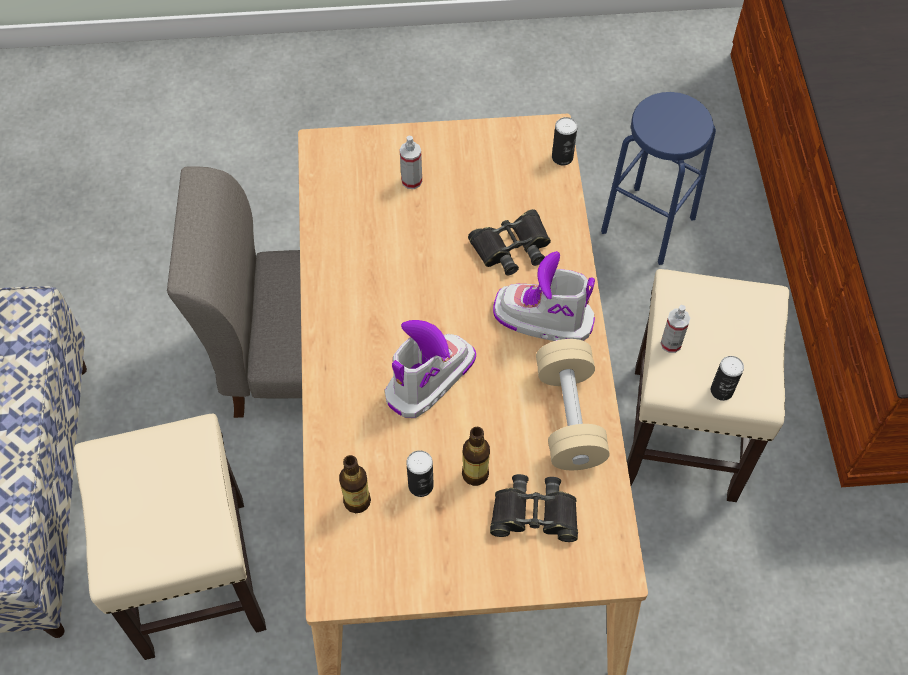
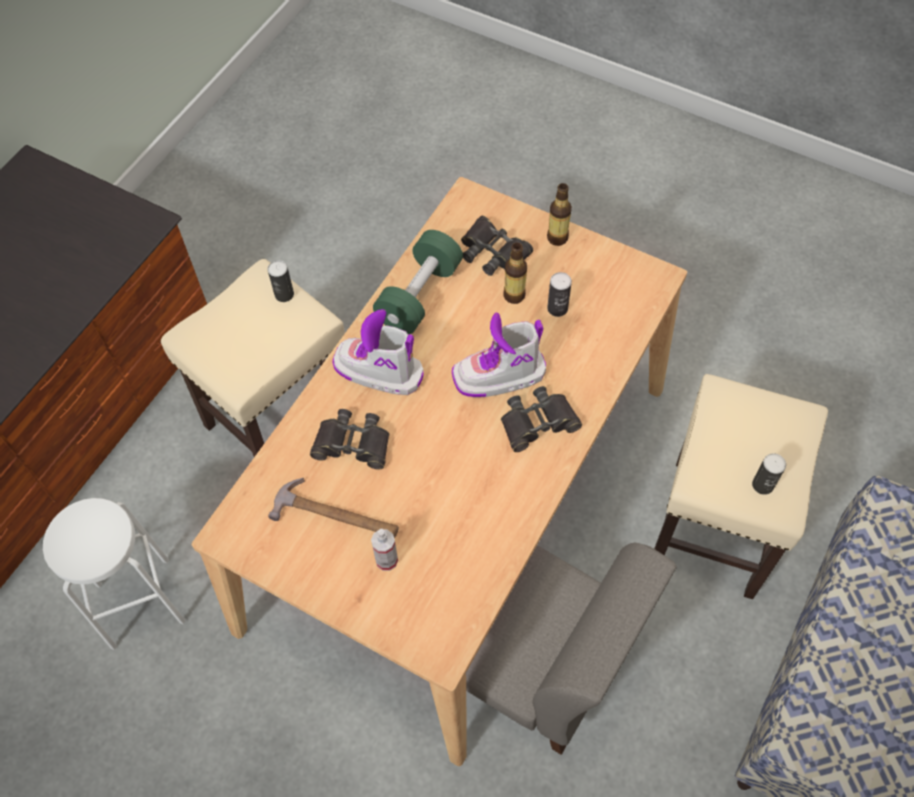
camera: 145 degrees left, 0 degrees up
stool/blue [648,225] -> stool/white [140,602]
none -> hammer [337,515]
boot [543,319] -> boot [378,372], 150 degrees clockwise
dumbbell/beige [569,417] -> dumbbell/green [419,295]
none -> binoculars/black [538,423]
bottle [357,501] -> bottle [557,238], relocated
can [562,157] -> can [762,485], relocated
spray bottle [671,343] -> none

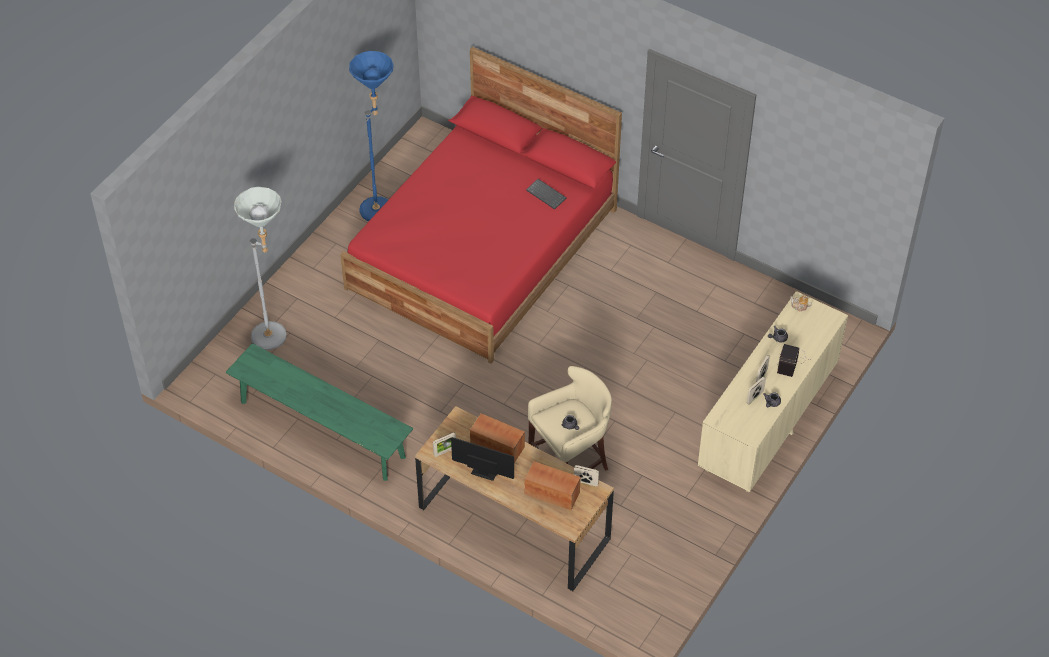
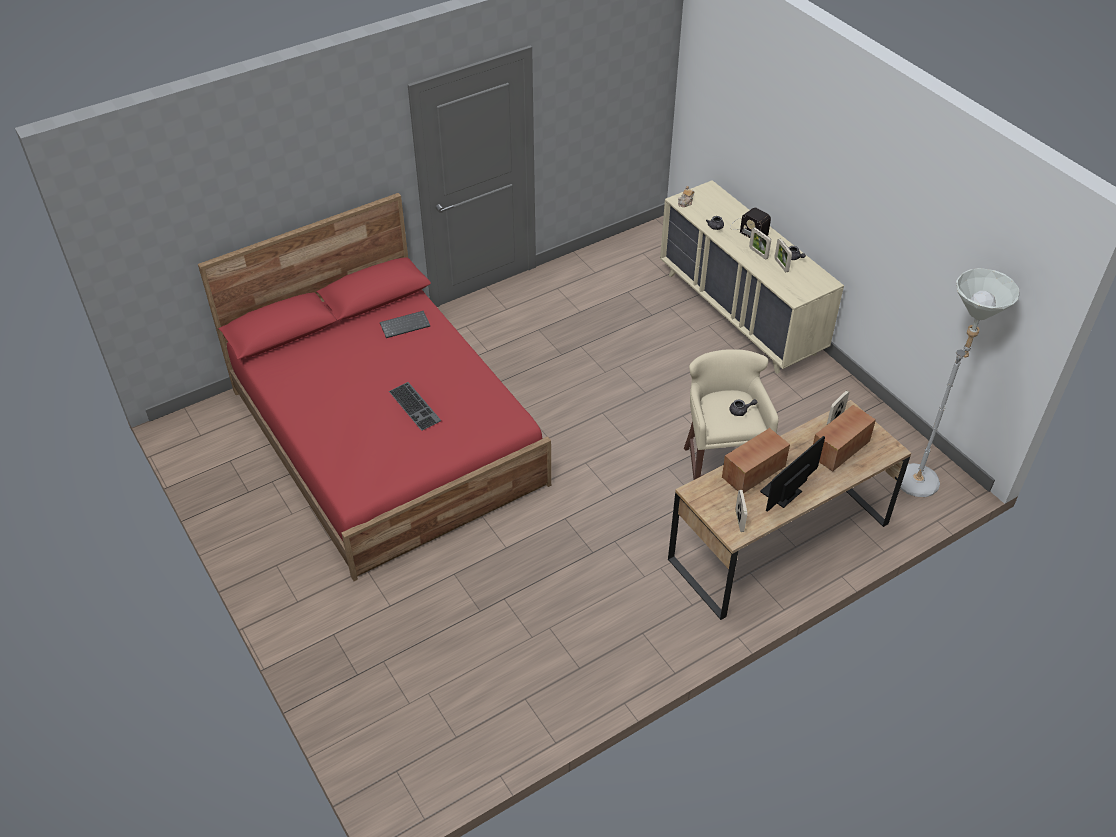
camera: 65 degrees left, 5 degrees down
none -> keyboard [416,406]
floor lamp/grey [276,338] -> floor lamp/grey [922,476], relocated
bench/green [322,429] -> none
floor lamp/blue [381,205] -> none

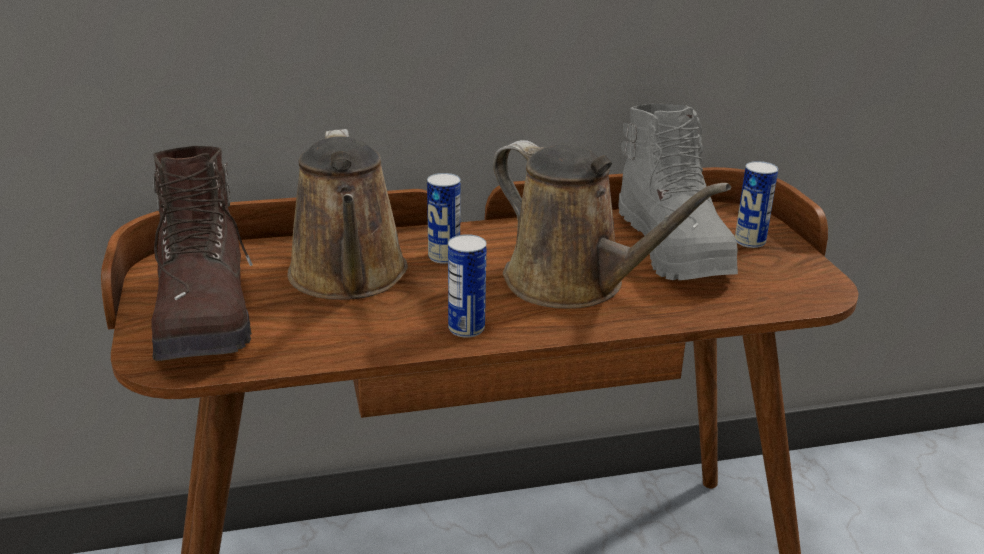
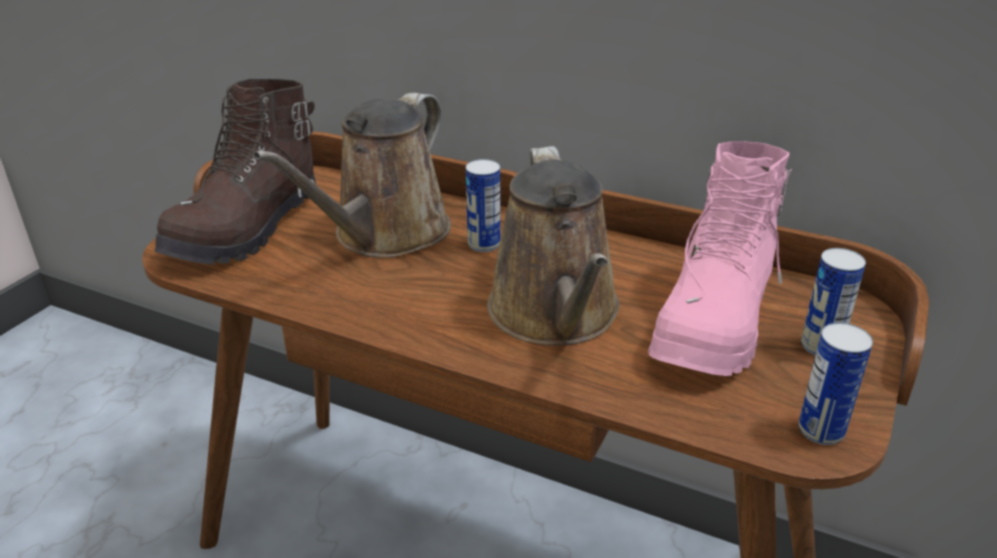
camera: 40 degrees right, 5 degrees up
boot/grey [674,249] -> boot/pink [715,320]
can [466,329] -> can [821,430], relocated

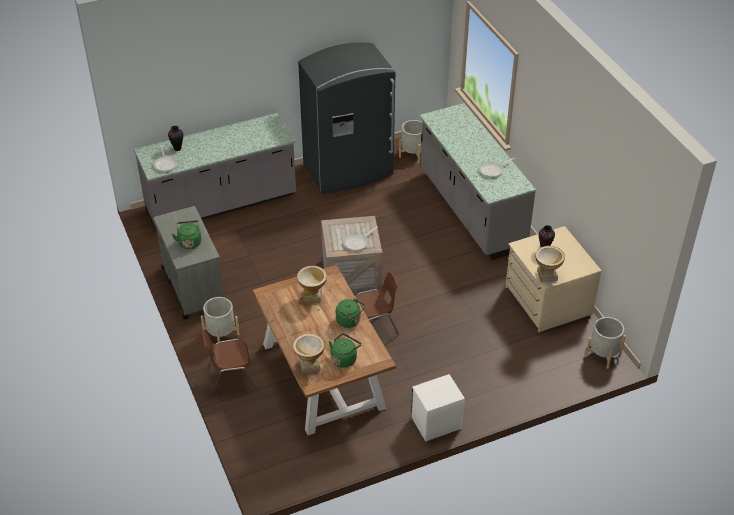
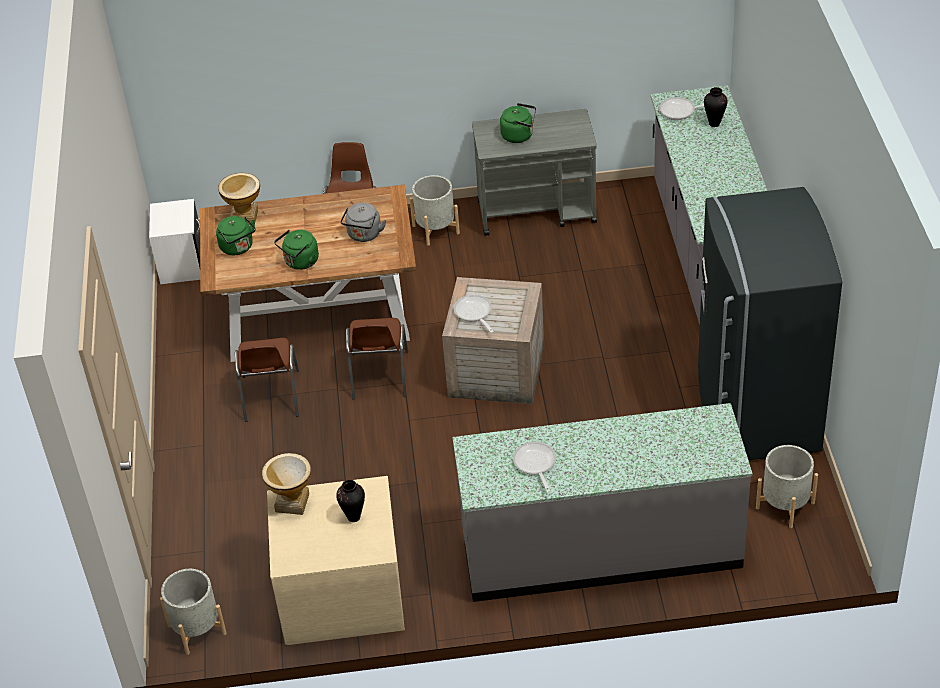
camera: 110 degrees right, 0 degrees up
nightstand/white [436,422] -> nightstand/white [182,264], relocated
none -> chair/brown [270,397]
vase [312,296] -> kettle/grey [364,235]

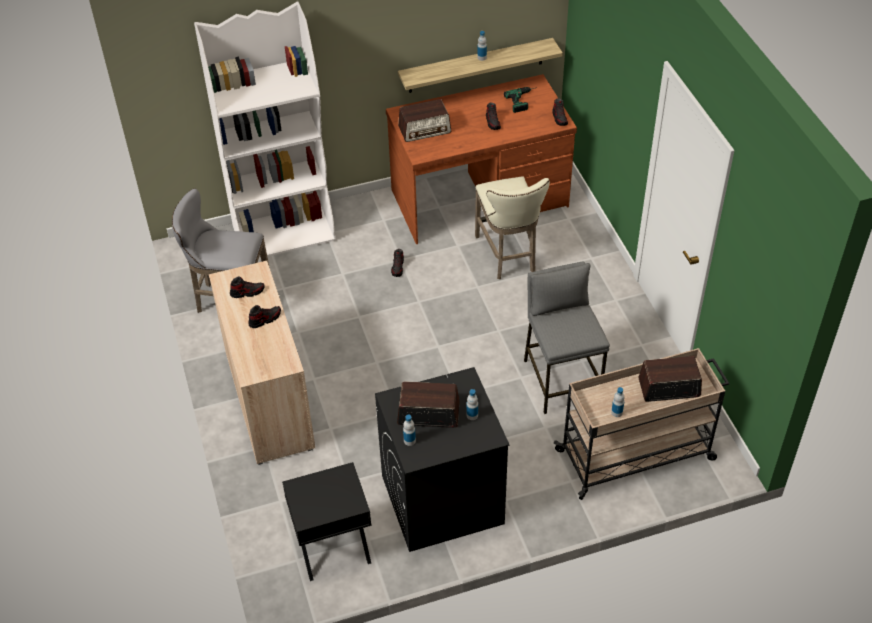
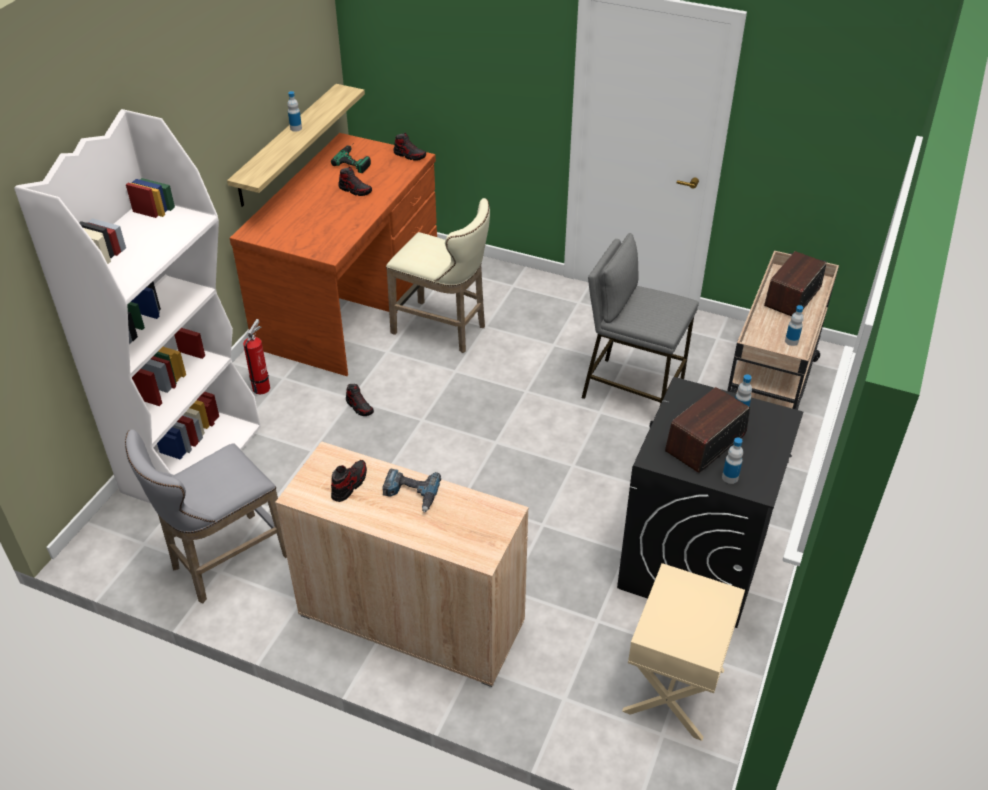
camera: 50 degrees left, 5 degrees down
none -> fire extinguisher [262,386]
shoe [265,319] -> power drill [411,494]
nightstand/black [333,548] -> nightstand/beige [675,690]
radio [425,130] -> none

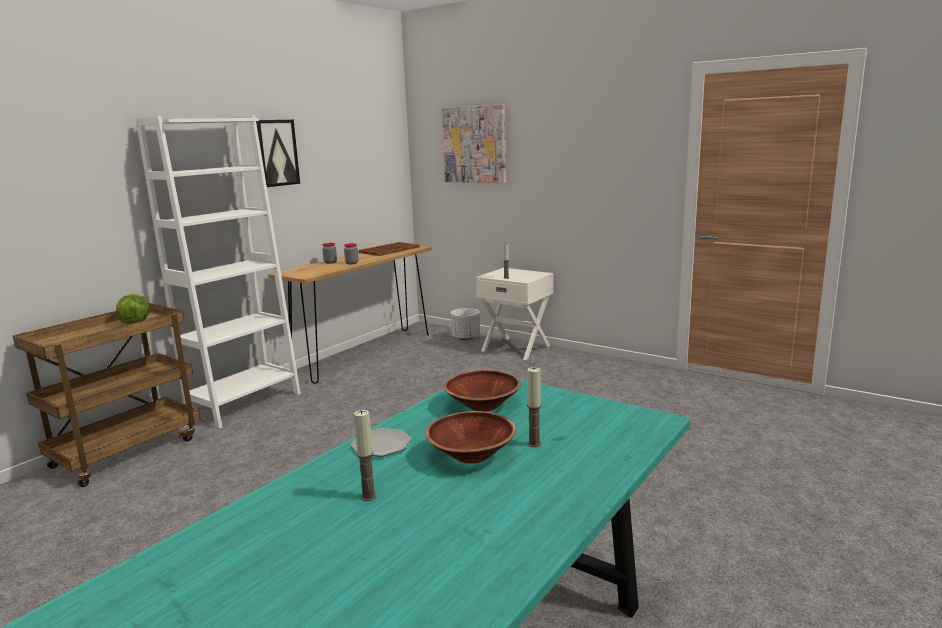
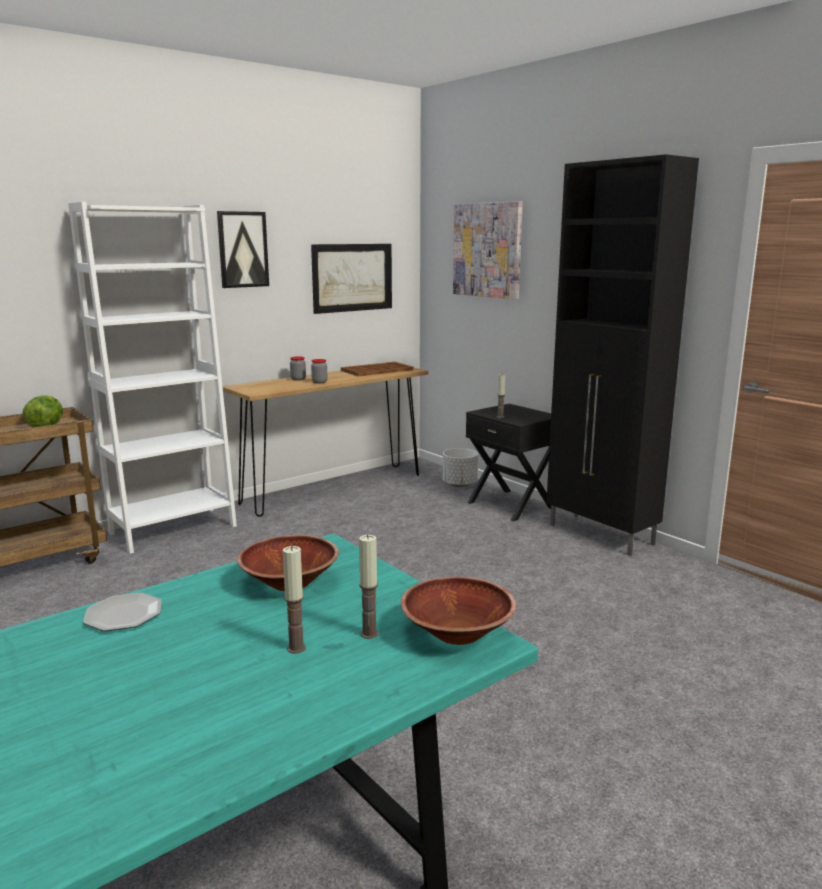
camera: 15 degrees right, 0 degrees up
none -> picture [352,277]
candle [368,496] -> candle [369,634], relocated
bowl/brown [472,455] -> bowl/brown [457,633], relocated
nightstand/white [516,348] -> nightstand/black [511,504]
none -> cabinet/black [601,535]

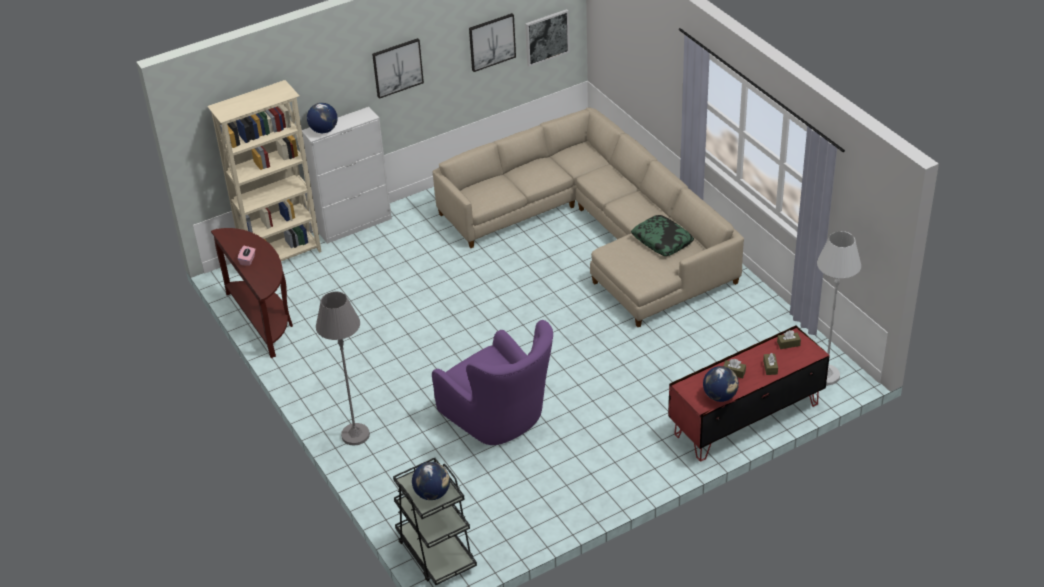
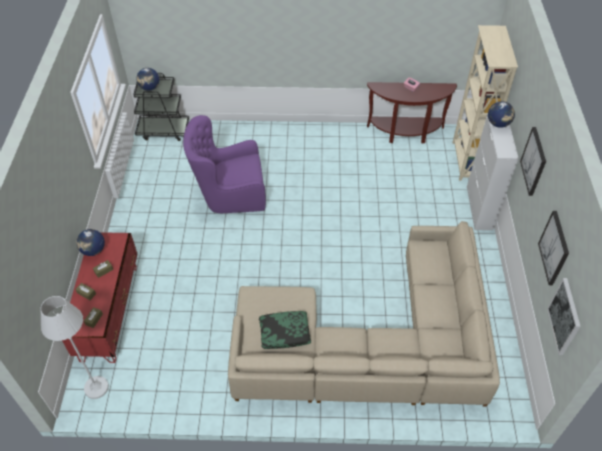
camera: 120 degrees right, 10 degrees up
floor lamp/grey [355,435] -> none

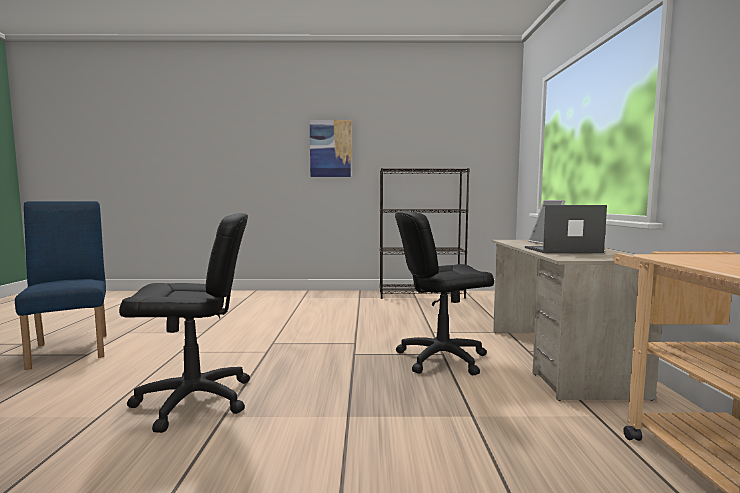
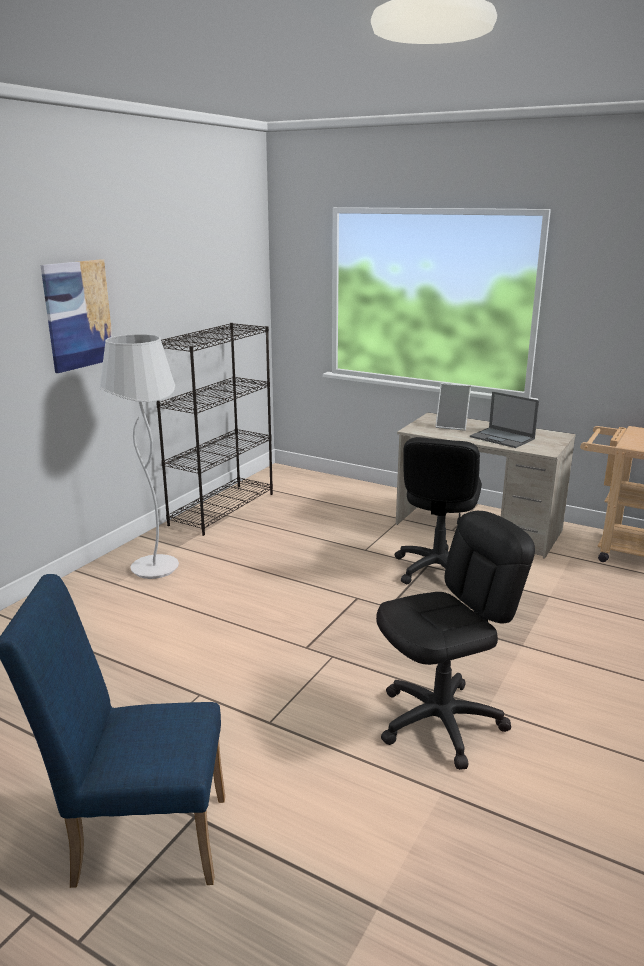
camera: 60 degrees left, 15 degrees up
none -> floor lamp/white [154,569]
office chair/black [194,400] -> office chair/black [441,722], 45 degrees clockwise
laptop [561,250] -> laptop [503,438], 75 degrees counterclockwise

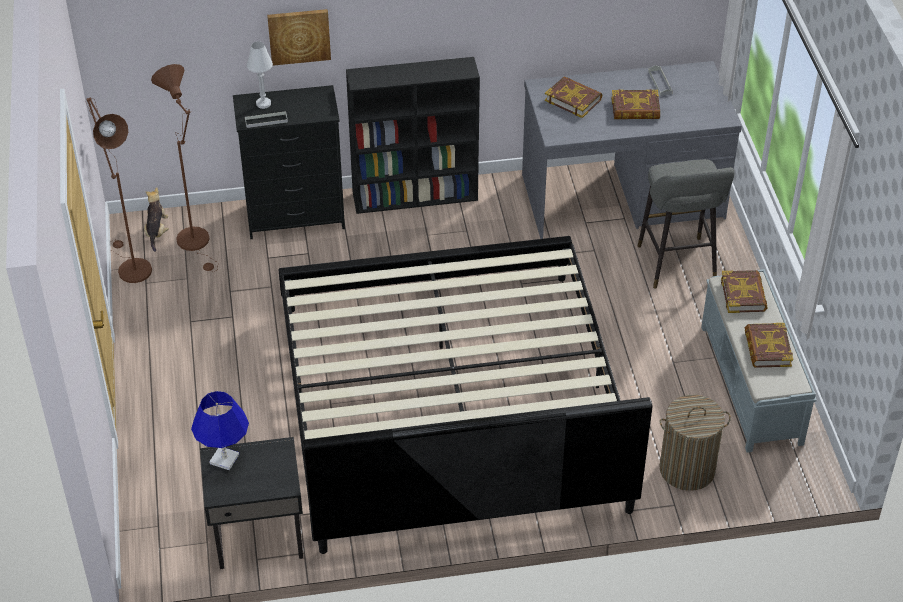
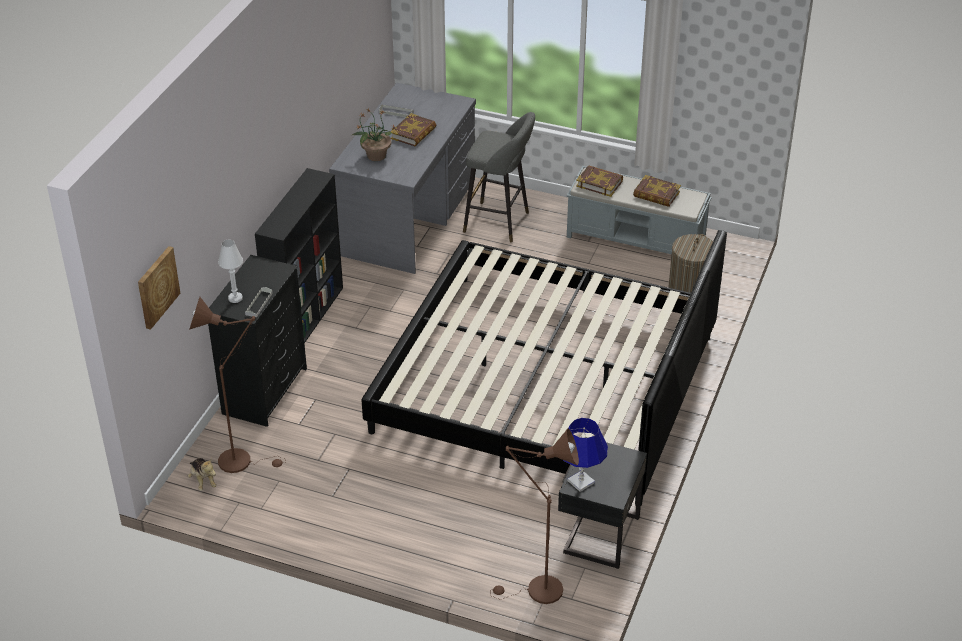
camera: 60 degrees left, 5 degrees down
picture [299,36] -> picture [157,287], relocated
plush toy [157,232] -> plush toy [203,480], 150 degrees counterclockwise
book [573,100] -> potted plant [375,155]
floor lamp/brown [131,267] -> floor lamp/brown [538,591], relocated

